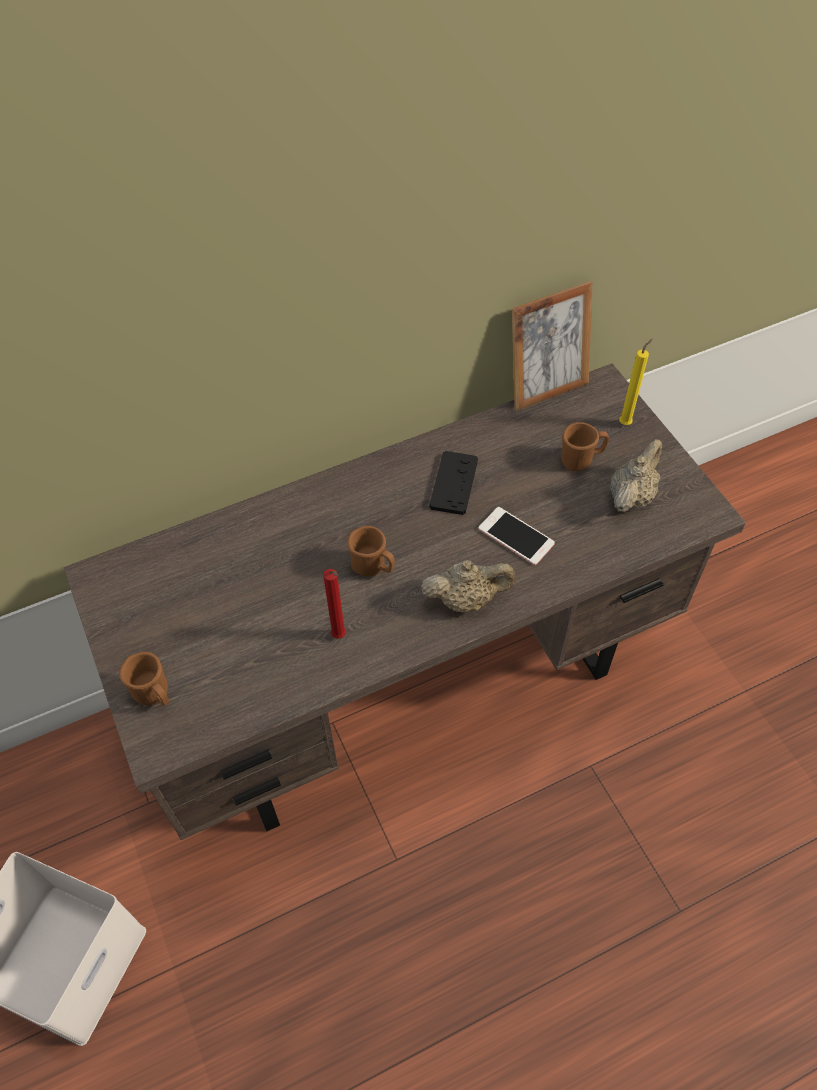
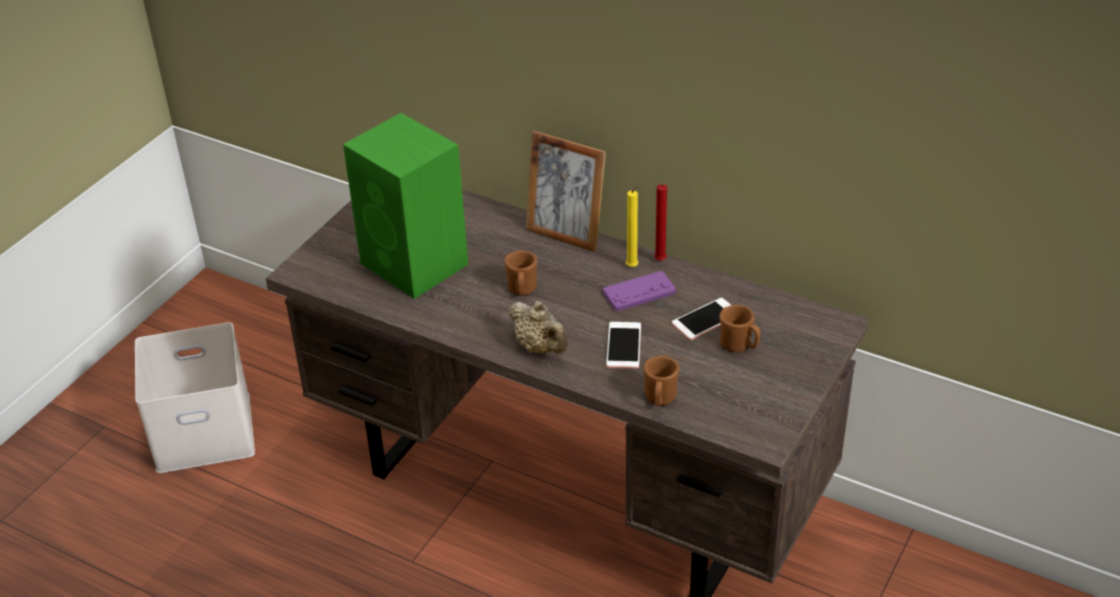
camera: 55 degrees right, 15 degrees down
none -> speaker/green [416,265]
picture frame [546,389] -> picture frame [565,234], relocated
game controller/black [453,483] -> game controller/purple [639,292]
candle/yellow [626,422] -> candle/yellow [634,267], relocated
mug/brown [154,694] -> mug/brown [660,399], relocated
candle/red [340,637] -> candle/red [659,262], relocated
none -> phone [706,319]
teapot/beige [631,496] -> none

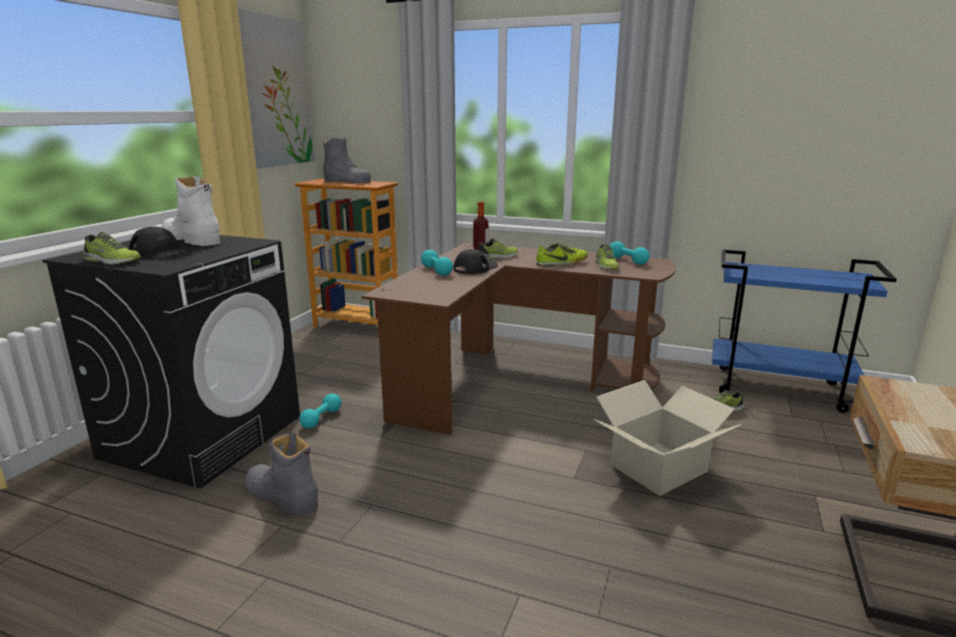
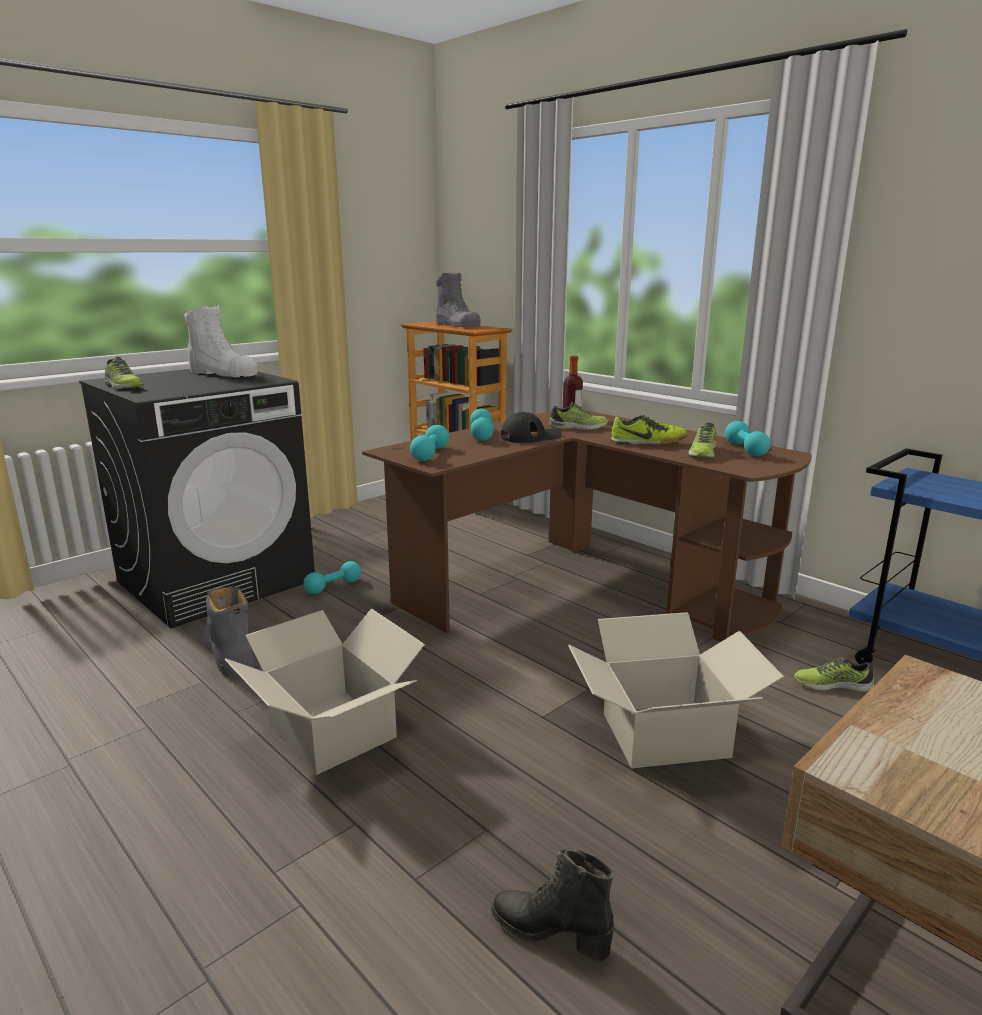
camera: 25 degrees right, 0 degrees up
boot/white [191,240] -> boot/white [223,373], 150 degrees clockwise
none -> cardboard box [333,730]
none -> dumbbell/turquoise [430,454]
none -> boot/black [550,932]
cap/black [161,253] -> none
picture [276,92] -> none

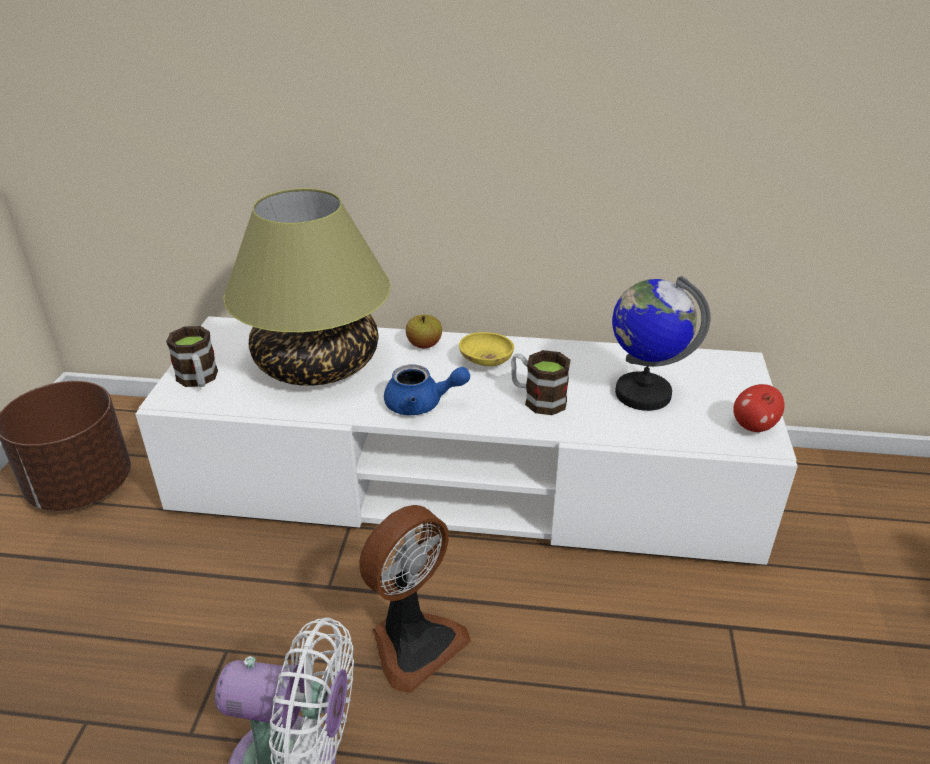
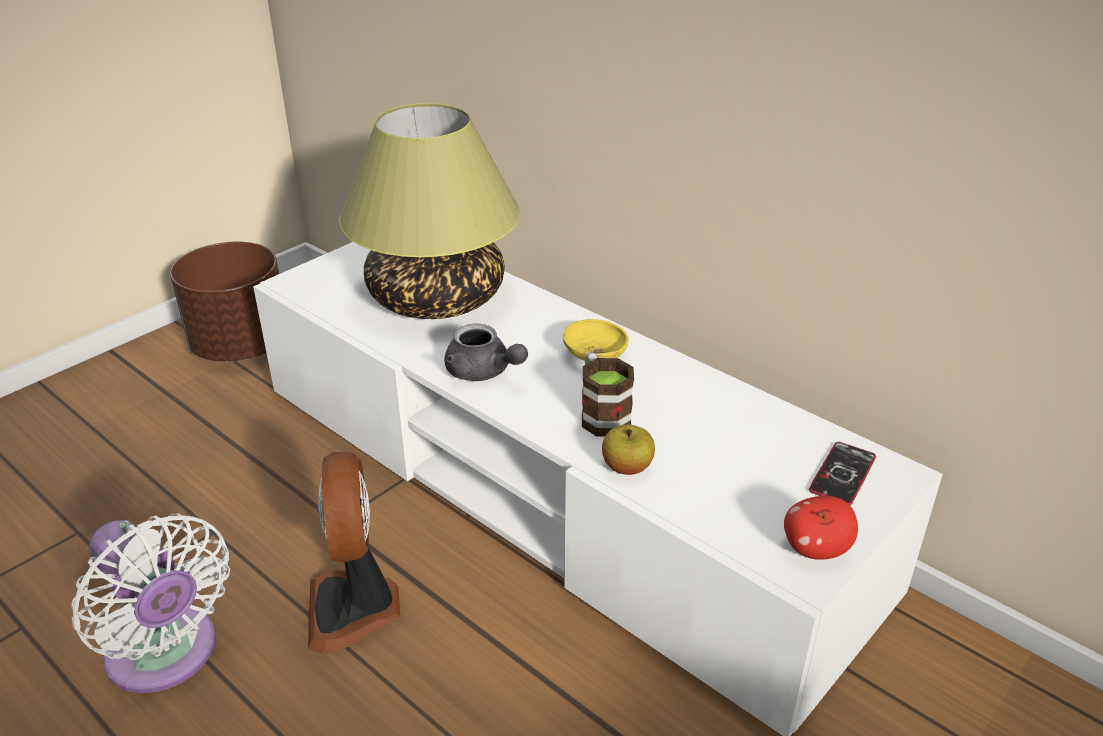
camera: 35 degrees right, 0 degrees up
fan [413,642] -> fan [355,608], 90 degrees clockwise
teapot/blue [422,404] -> teapot/grey [483,372]
apple [424,345] -> apple [627,467], relocated
none -> phone [842,474]
mug [199,380] -> none
globe [642,393] -> none

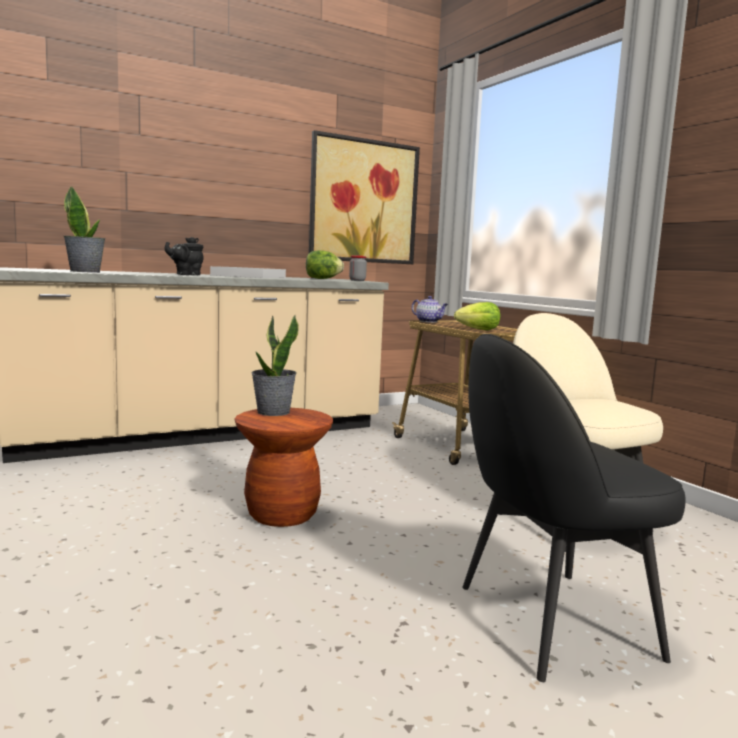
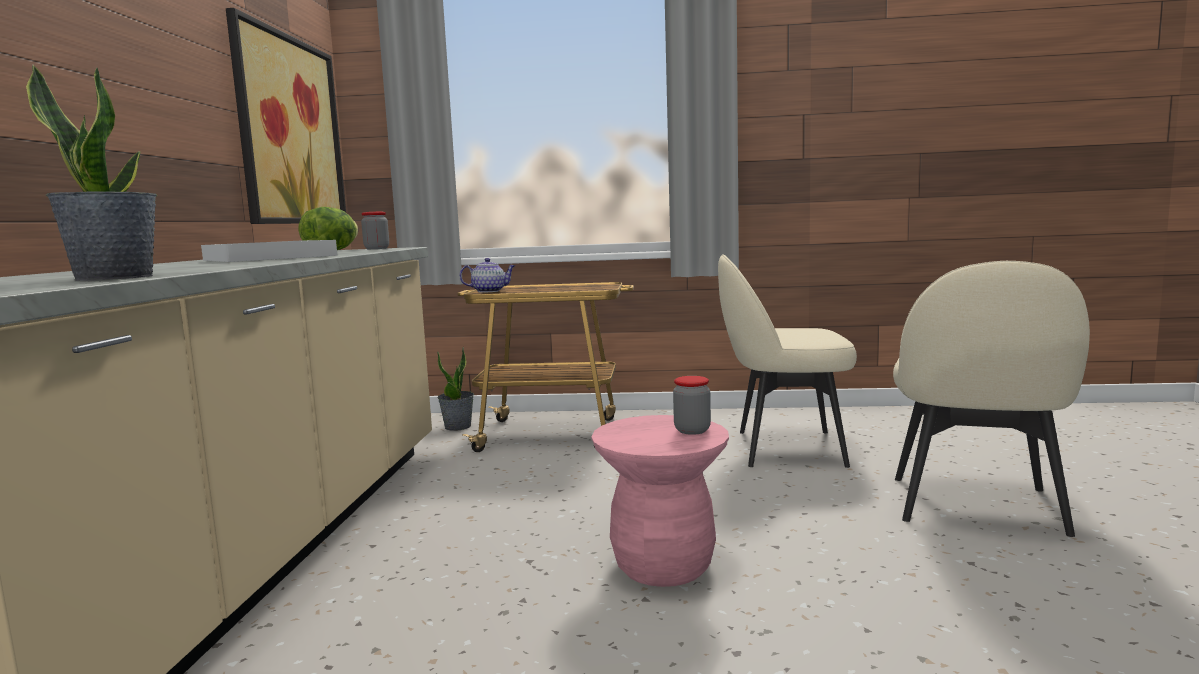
camera: 55 degrees left, 0 degrees up
potted plant [273,412] -> potted plant [458,427], relocated
stool/brown [282,514] -> stool/pink [663,566]
none -> jar [692,430]
chair/black [550,621] -> chair/beige [976,507]
teapot/black [186,274] -> none
lettuce [479,330] -> none

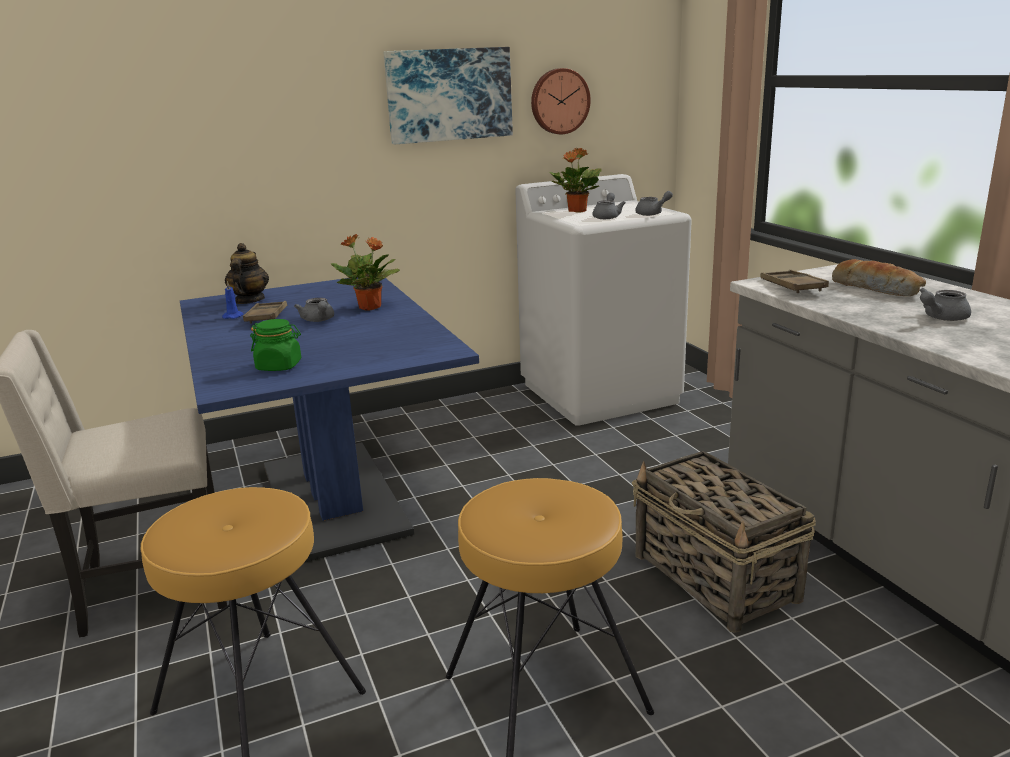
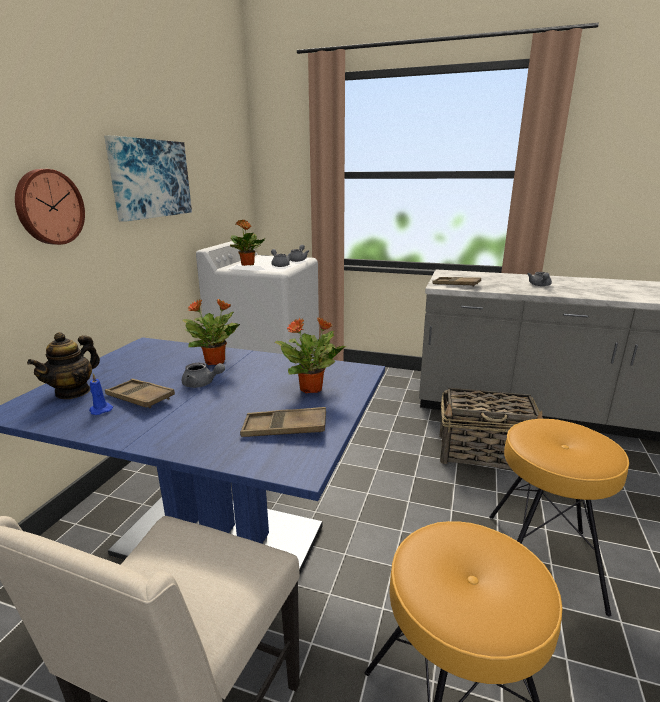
camera: 50 degrees left, 0 degrees up
wall clock [559,101] -> wall clock [48,207], relocated
teapot [249,300] -> teapot [73,392], 105 degrees counterclockwise
jar/green [279,366] -> tray/brown [284,428]
none -> potted plant [312,389]
bread [876,289] -> none

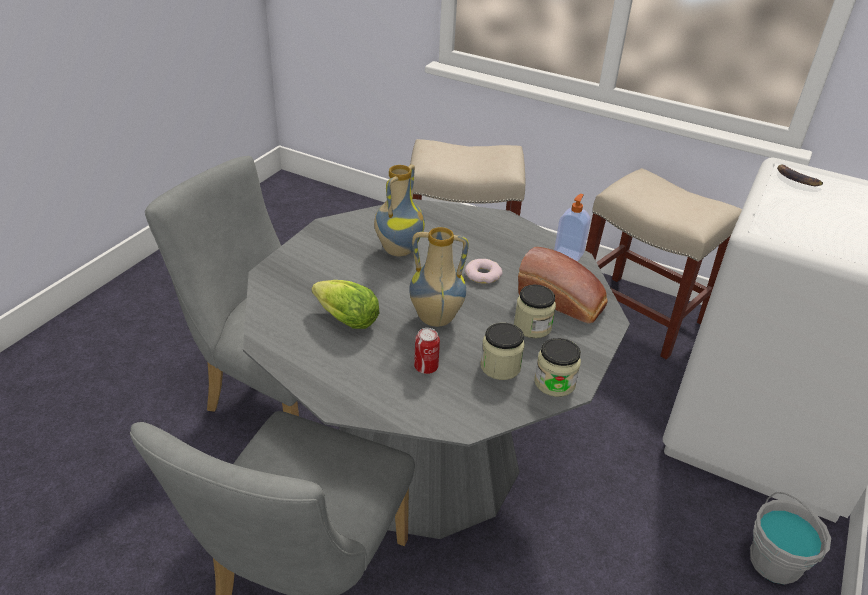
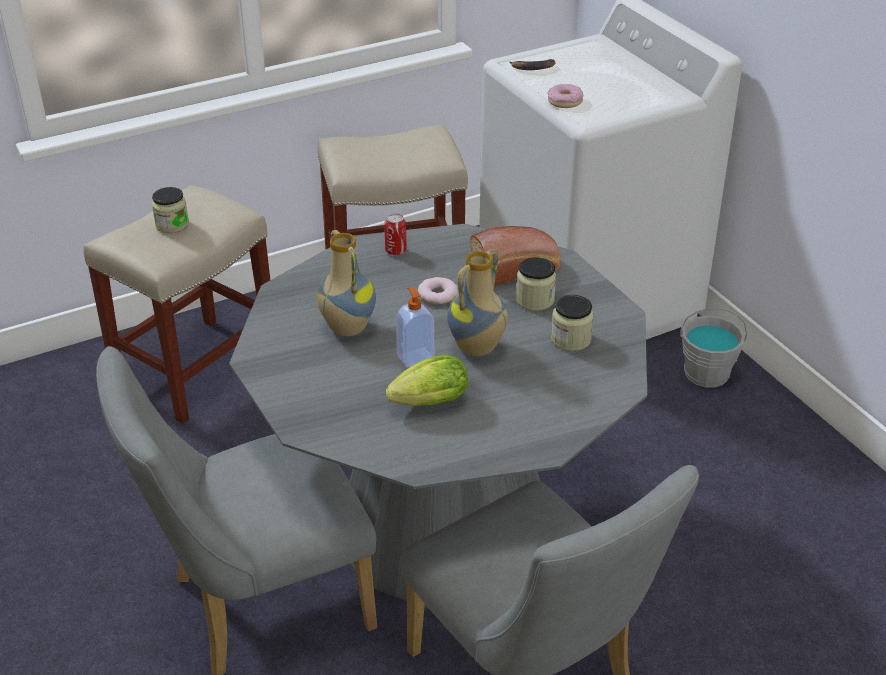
camera: 55 degrees left, 0 degrees up
jar [554,382] -> jar [172,224], relocated
can [426,367] -> can [395,251], relocated
soap dispenser [569,254] -> soap dispenser [415,357], relocated
none -> donut [565,101]

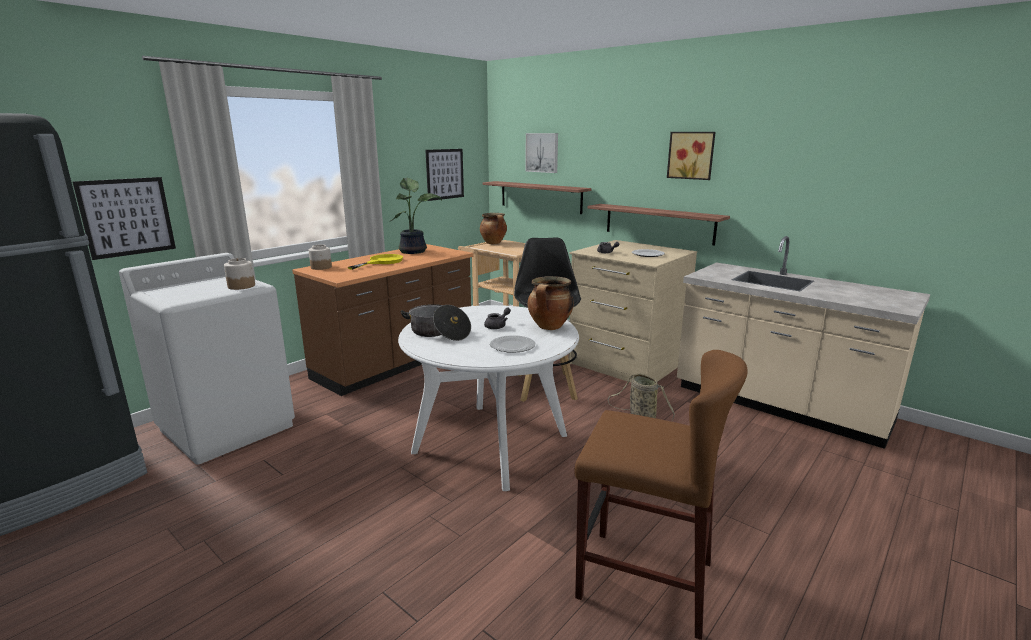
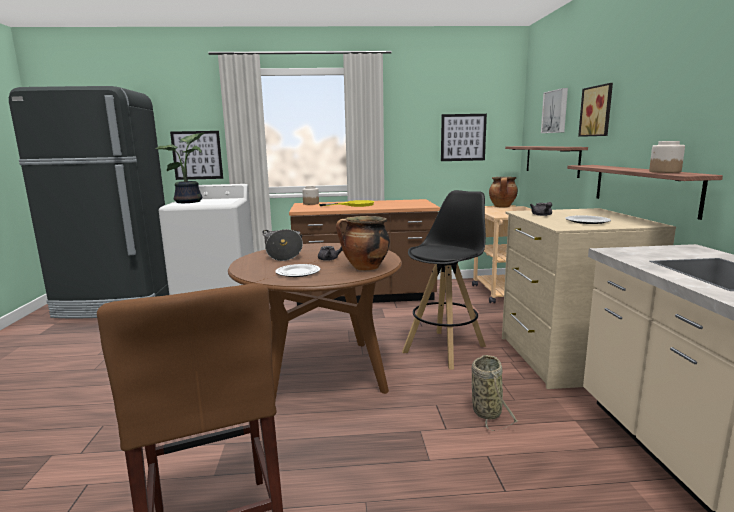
camera: 45 degrees right, 5 degrees down
potted plant [414,251] -> potted plant [190,201], relocated
dining table/white [491,443] -> dining table/brown [321,372]
picture [691,155] -> picture [598,111], relocated
jar [241,286] -> jar [664,172], relocated

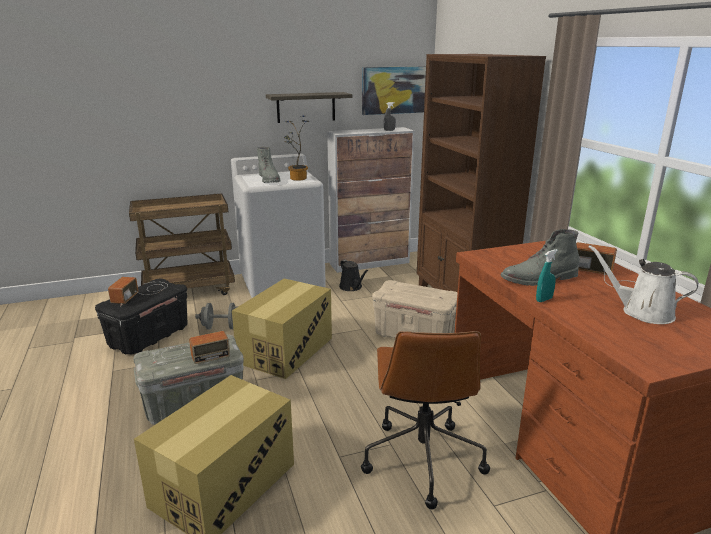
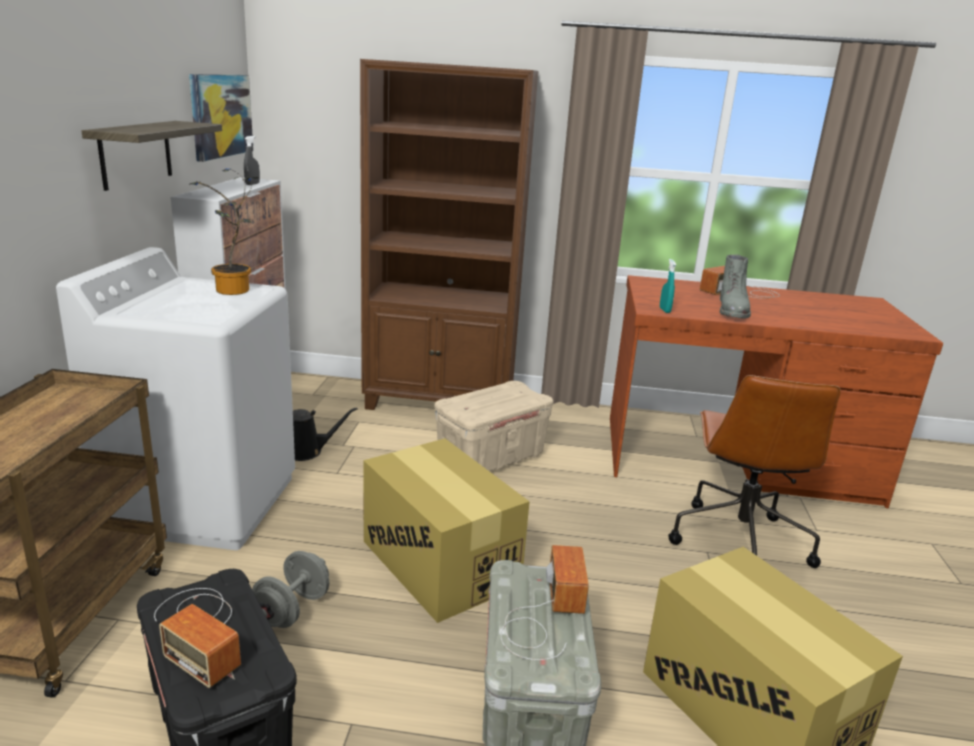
camera: 65 degrees left, 0 degrees up
spray bottle/turquoise [544,299] -> spray bottle/turquoise [664,310], relocated
office chair/brown [422,458] -> office chair/brown [738,541], 75 degrees clockwise
boot/grey [269,179] -> none
watering can/white [642,312] -> none

